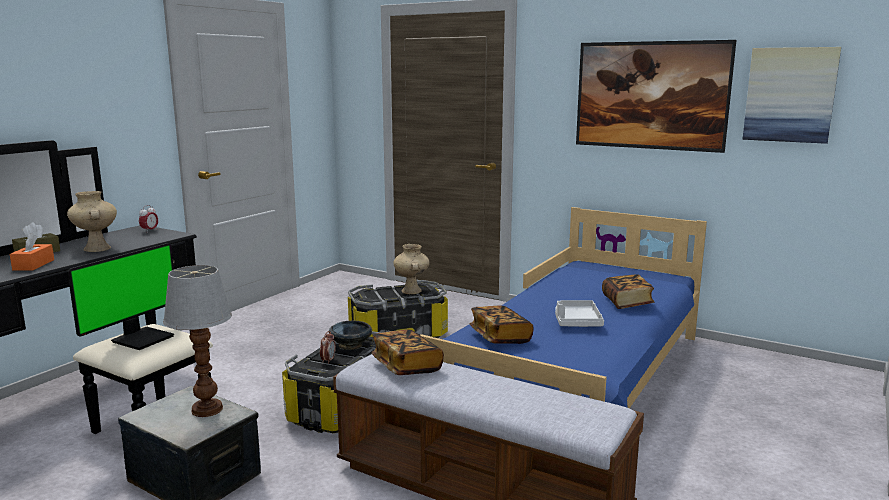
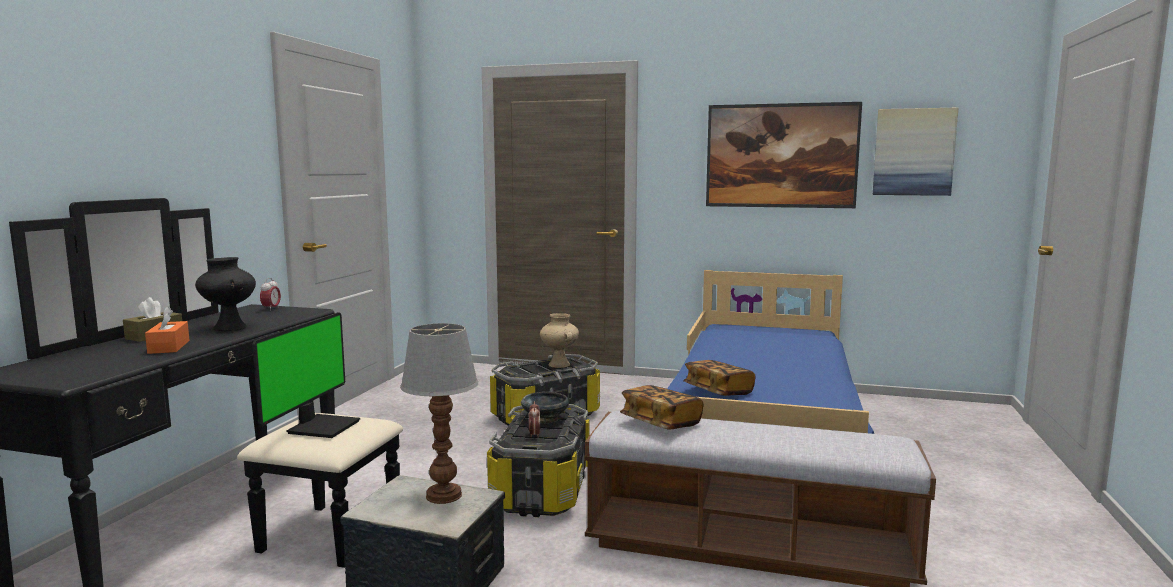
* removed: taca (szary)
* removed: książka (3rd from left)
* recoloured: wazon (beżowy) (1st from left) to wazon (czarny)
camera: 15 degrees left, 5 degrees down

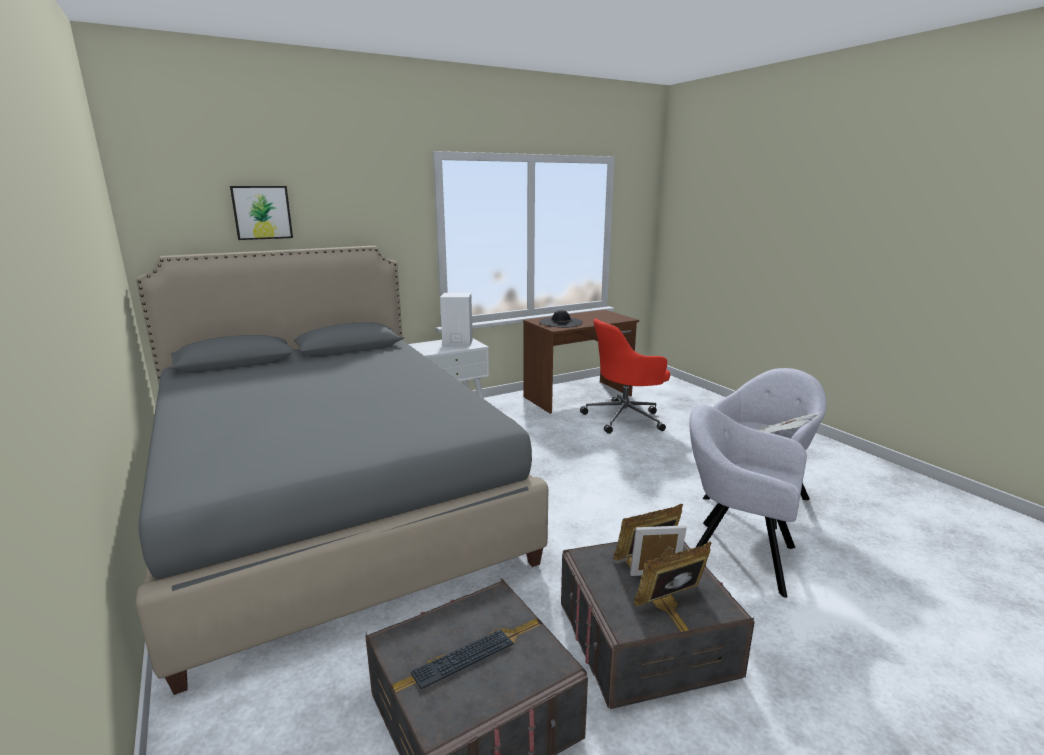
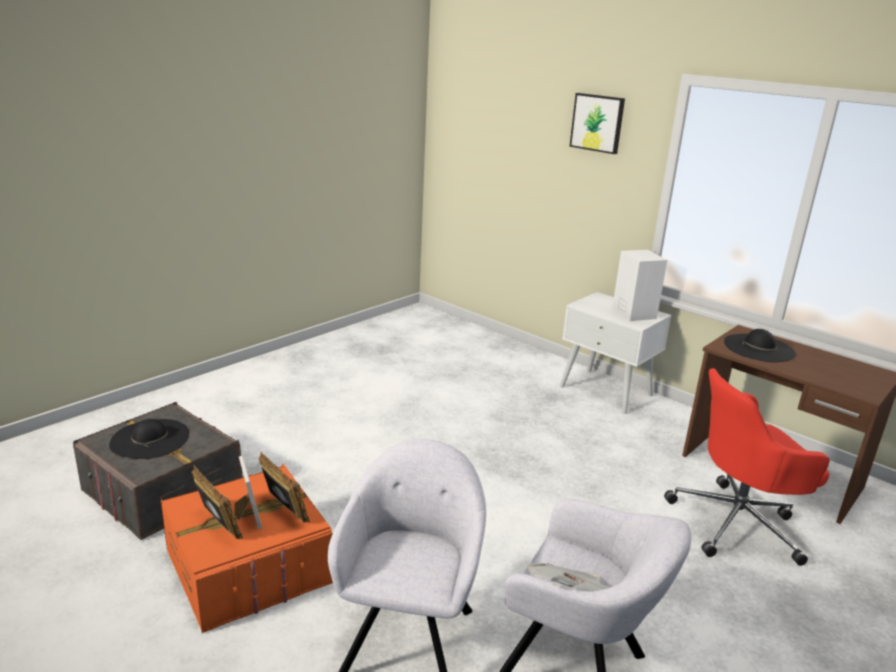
* removed: łóżko (szary)
* moved: obraz
* replaced: klawiatura to kapelusz (czarny) (1st from left)
* recoloured: pojemnik do przechowywania (szary) (2nd from left) to pojemnik do przechowywania (pomarańczowy)
* turned: krzesło biurowe (czerwony) 60 degrees counterclockwise
camera: 70 degrees right, 5 degrees up

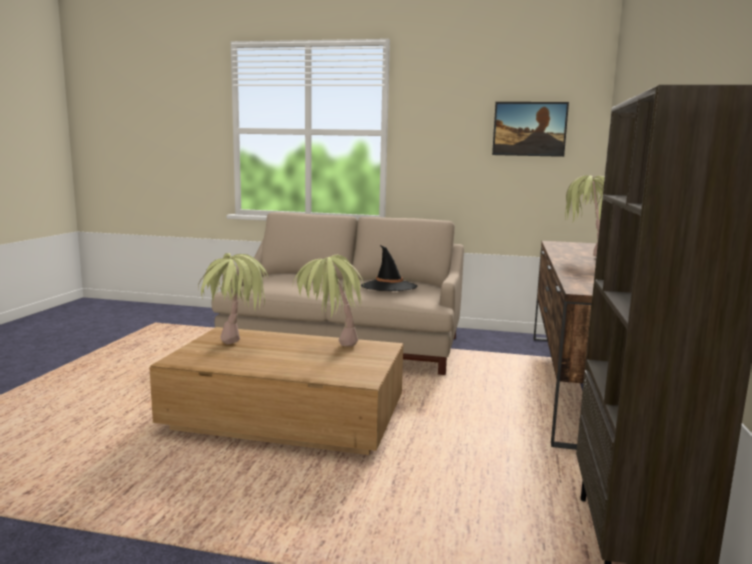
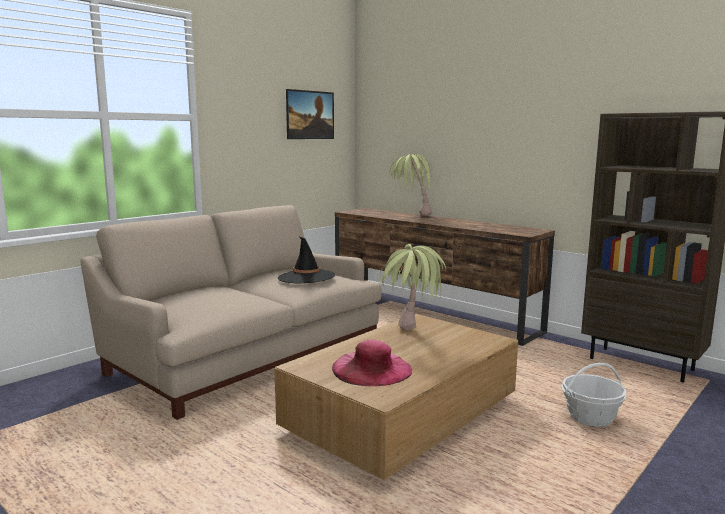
* added: koszyk
* replaced: roślina doniczkowa (1st from left) to kapelusz (różowy)
camera: 60 degrees left, 0 degrees up

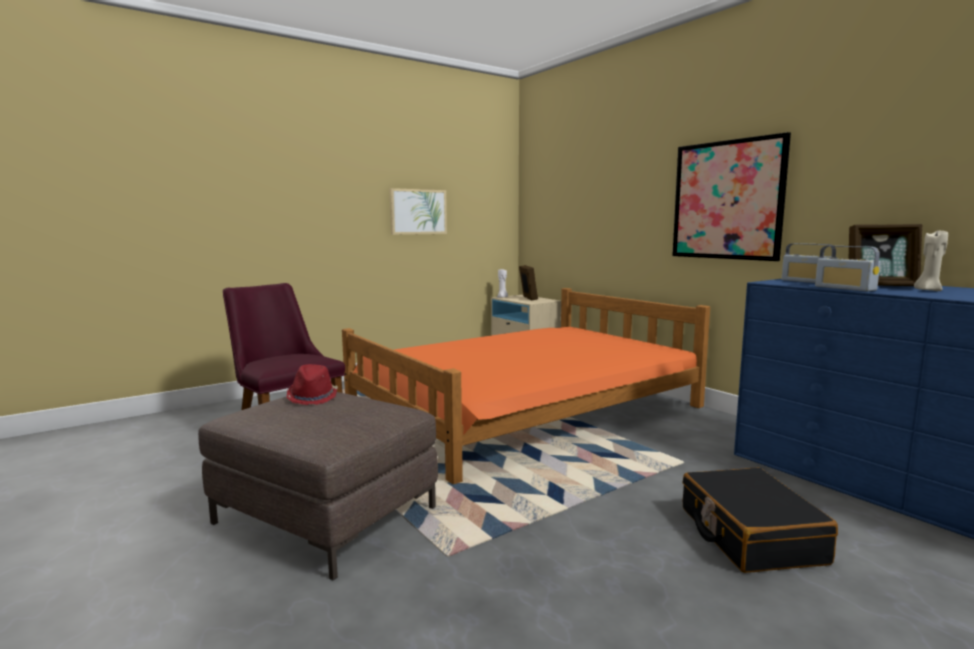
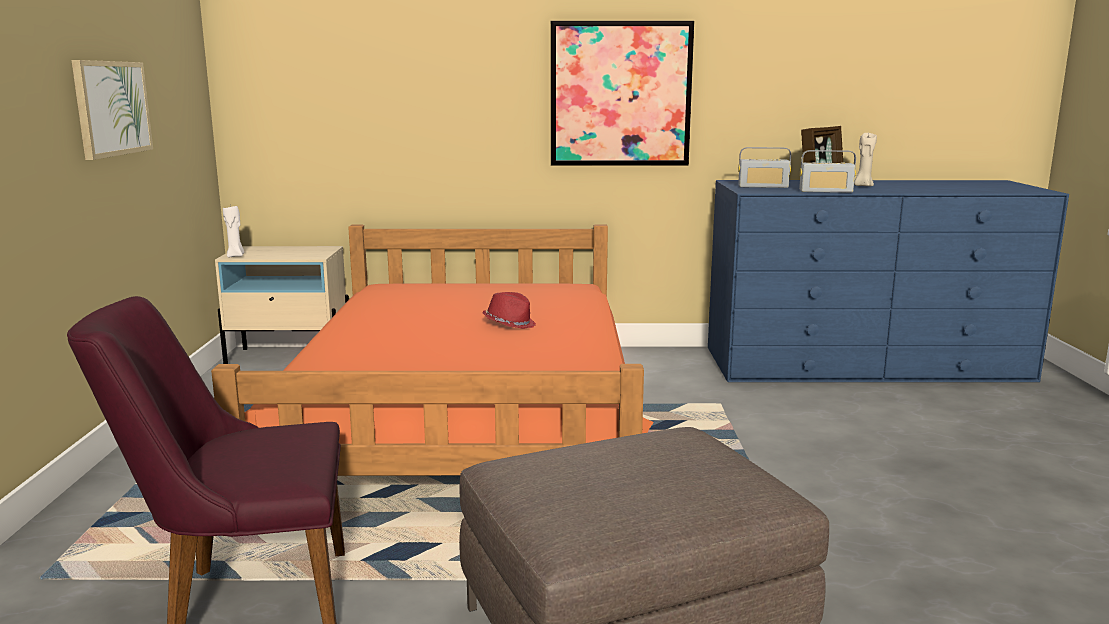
* removed: ramka na zdjęcie (1st from left)
* removed: walizka (czarny)
* moved: kapelusz (czerwony)
camera: 55 degrees left, 5 degrees up

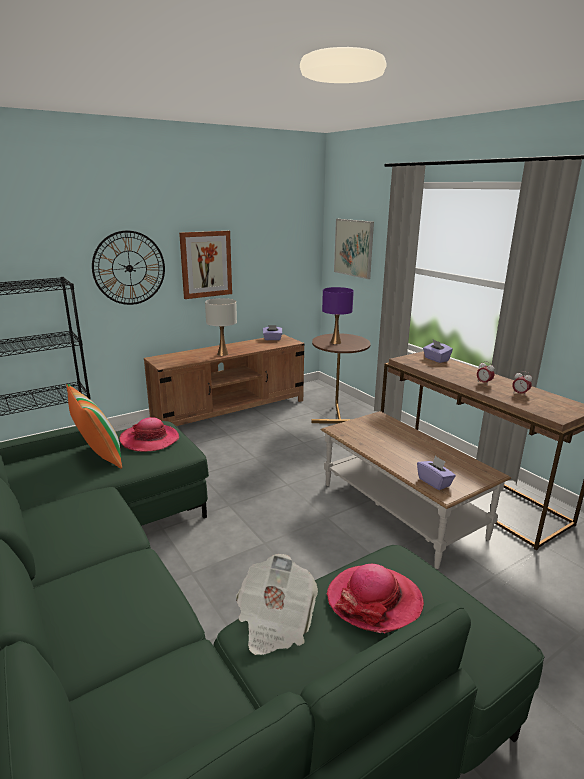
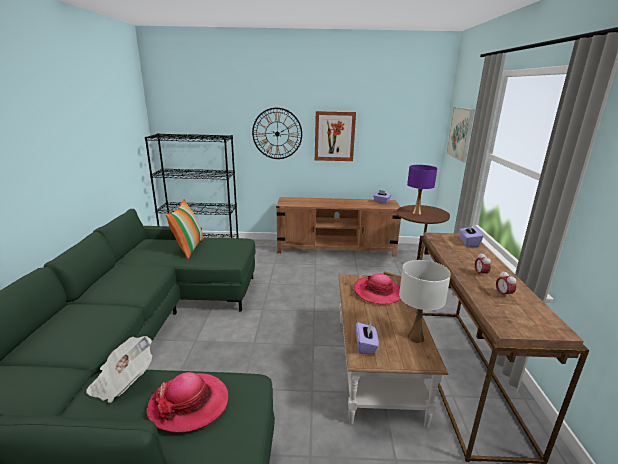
* moved: kapelusz (1st from left in the first image) to kapelusz (2nd from left)
* moved: lampa stołowa (biały)
camera: 35 degrees right, 0 degrees up

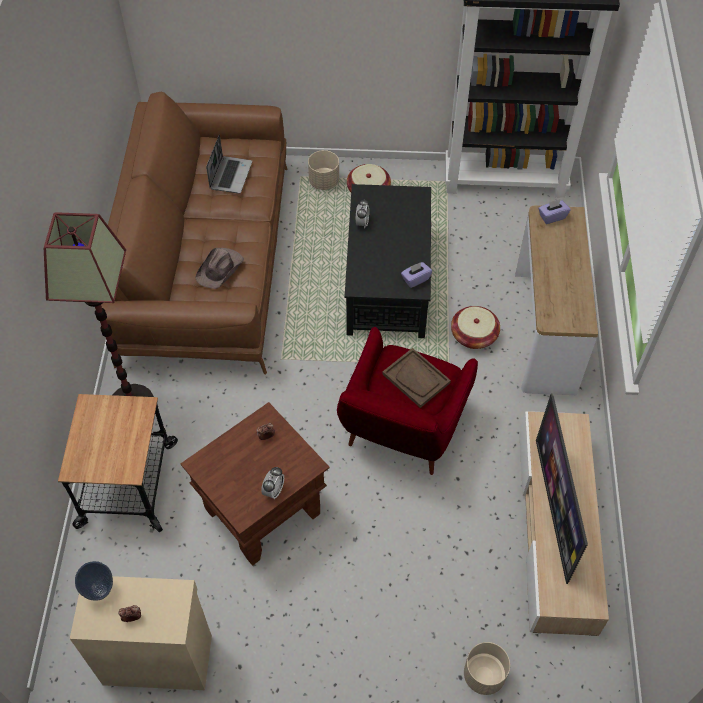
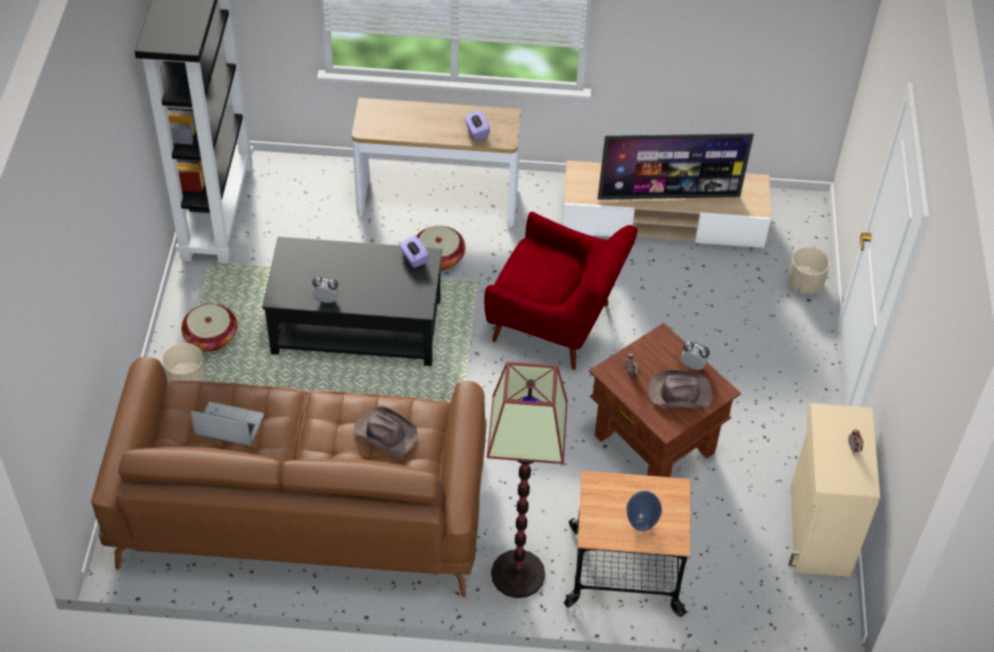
* removed: taca (brązowy)
* added: kapelusz (brązowy) (2nd from left)
* moved: wazon
* moved: pudełko chusteczek (fioletowy) (2nd from left)
camera: 90 degrees left, 5 degrees down

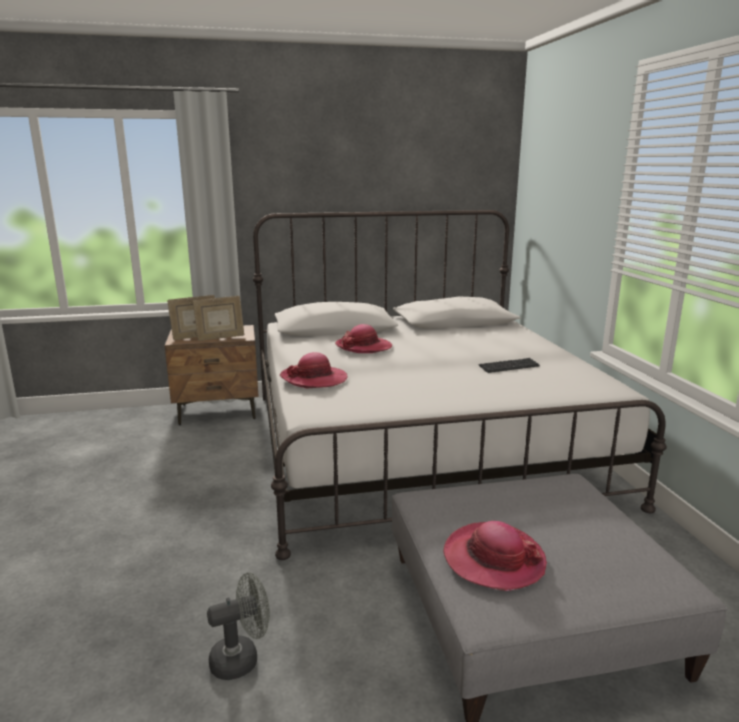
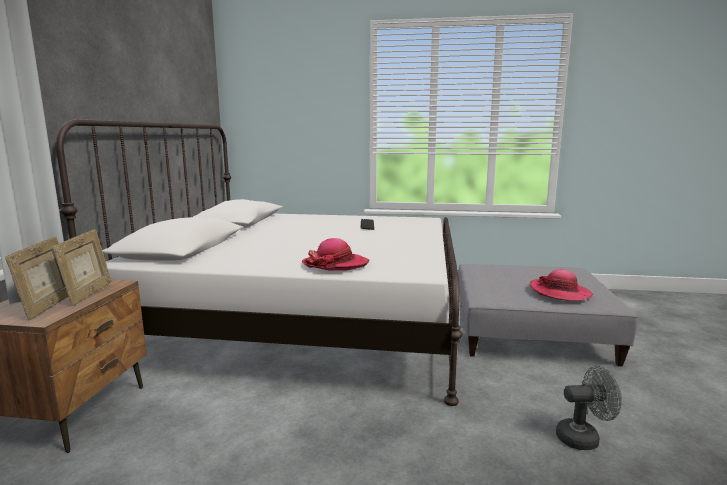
* removed: kapelusz (2nd from left)
* turned: wentylator (szary) 90 degrees clockwise
camera: 70 degrees left, 5 degrees down

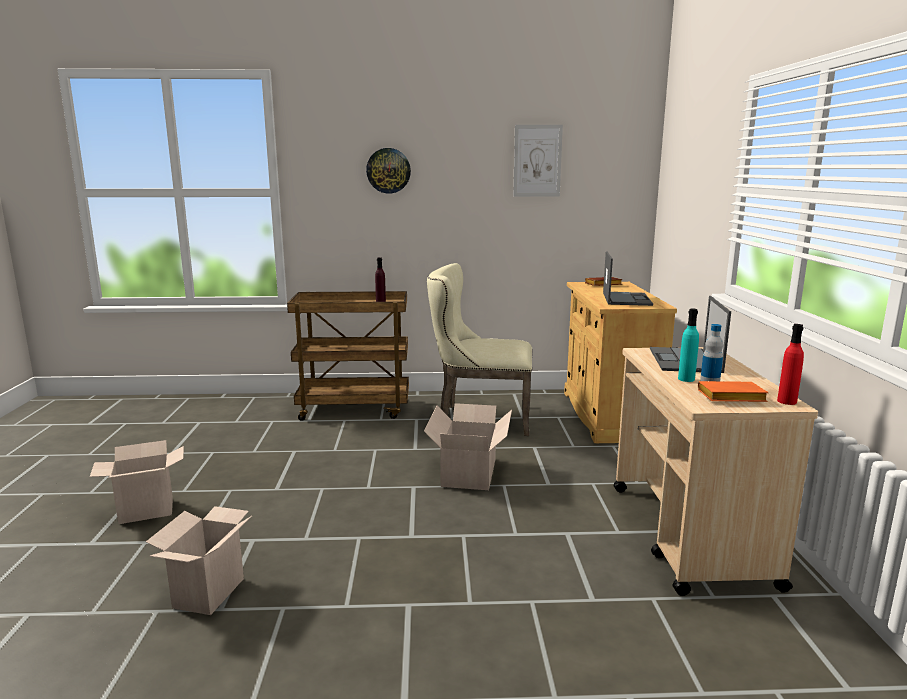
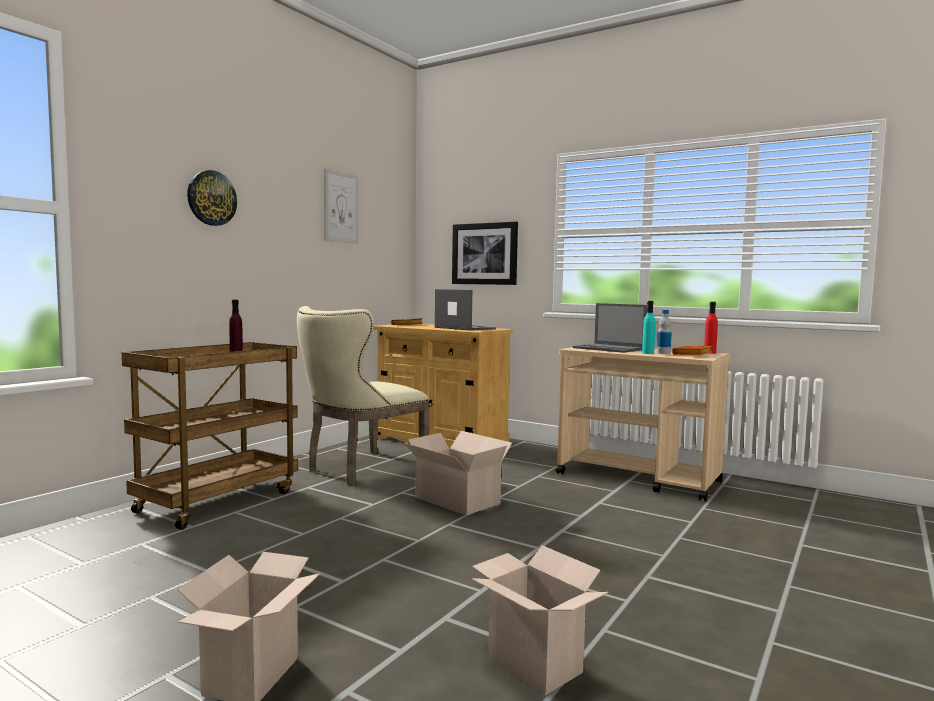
* added: obraz (2nd from left)
camera: 55 degrees left, 10 degrees down

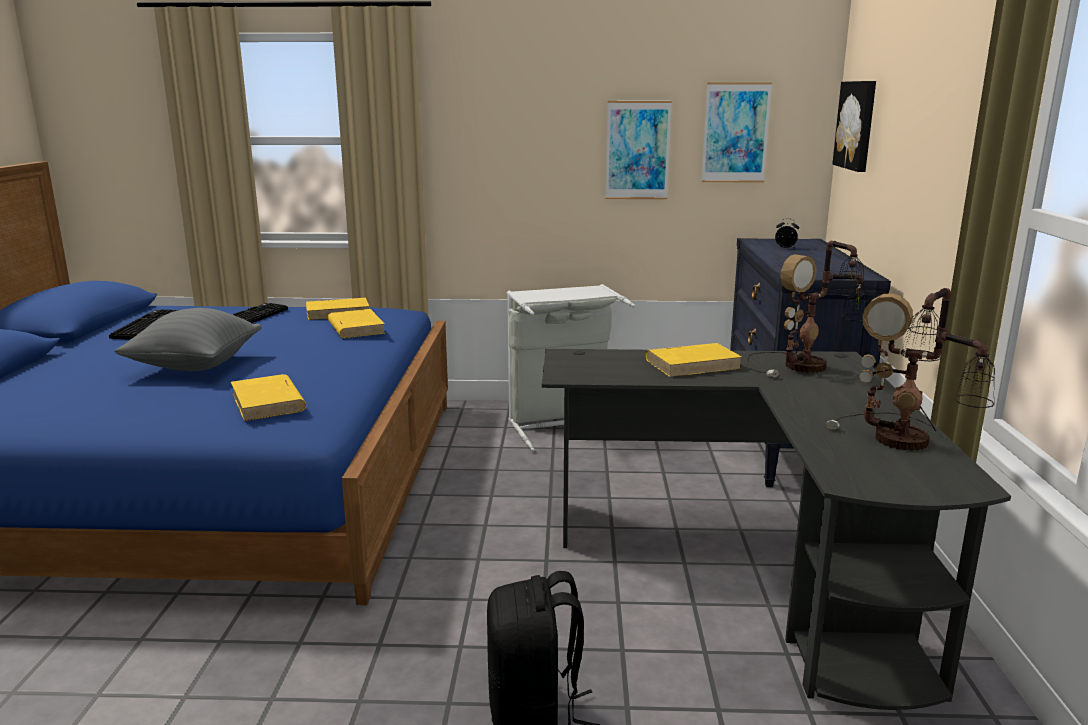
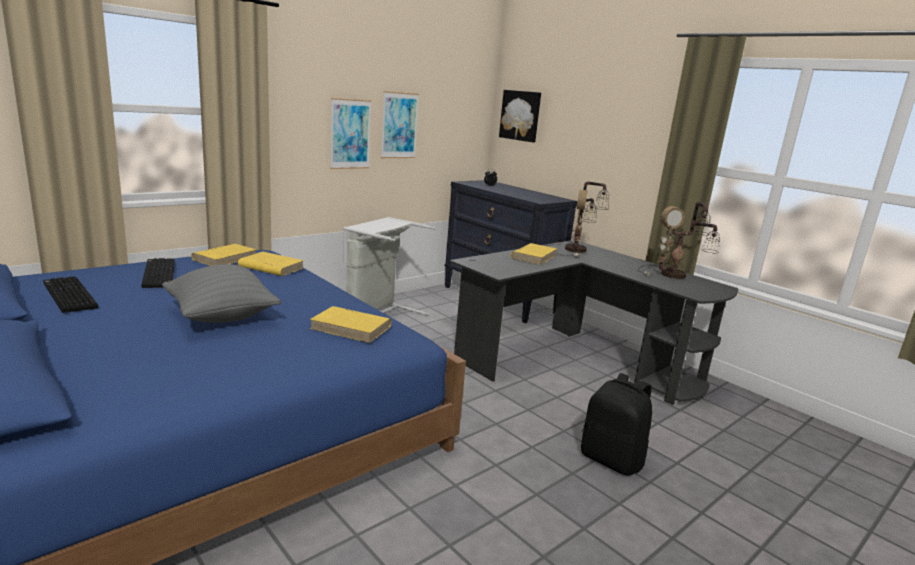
* moved: obraz (2nd from left in the first image) to obraz (1st from left)
camera: 45 degrees left, 0 degrees up

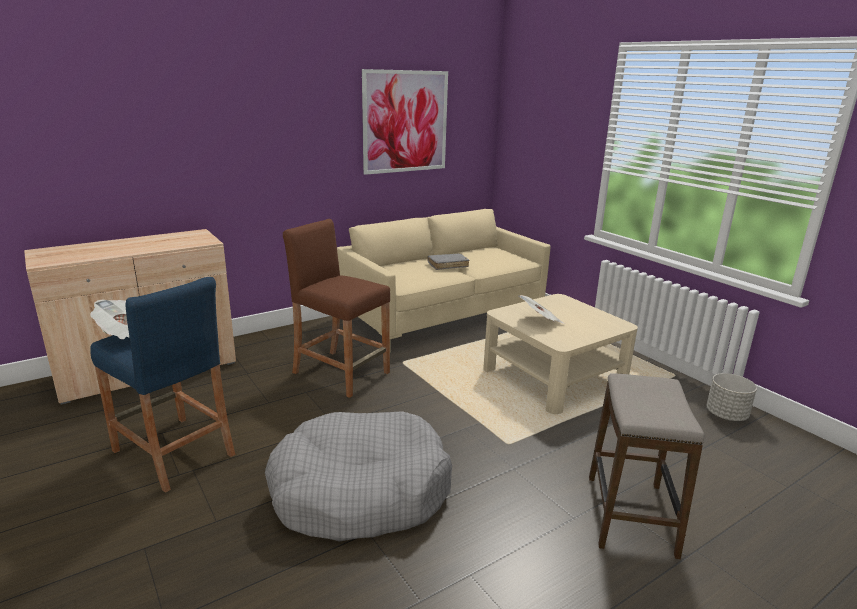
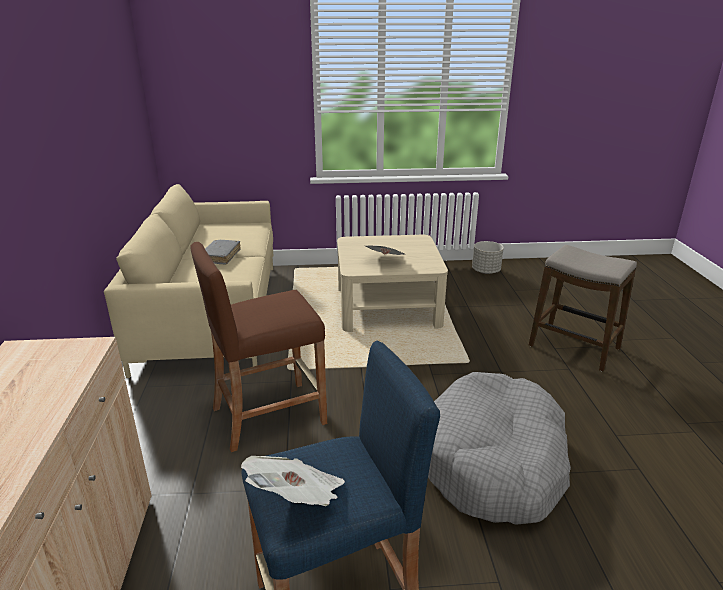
* removed: obraz
camera: 60 degrees left, 5 degrees up

